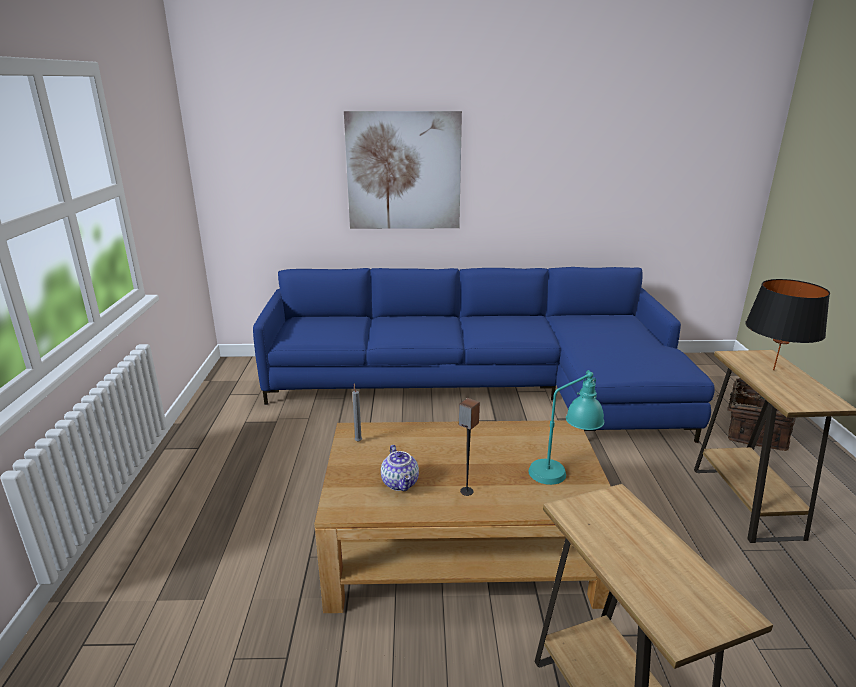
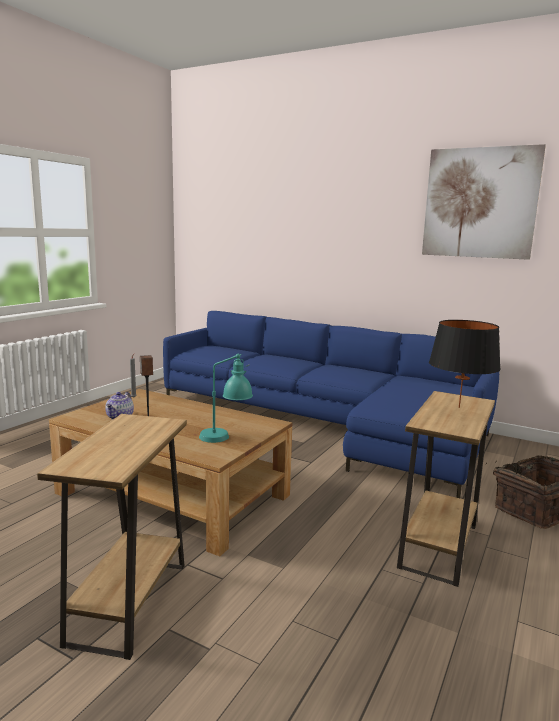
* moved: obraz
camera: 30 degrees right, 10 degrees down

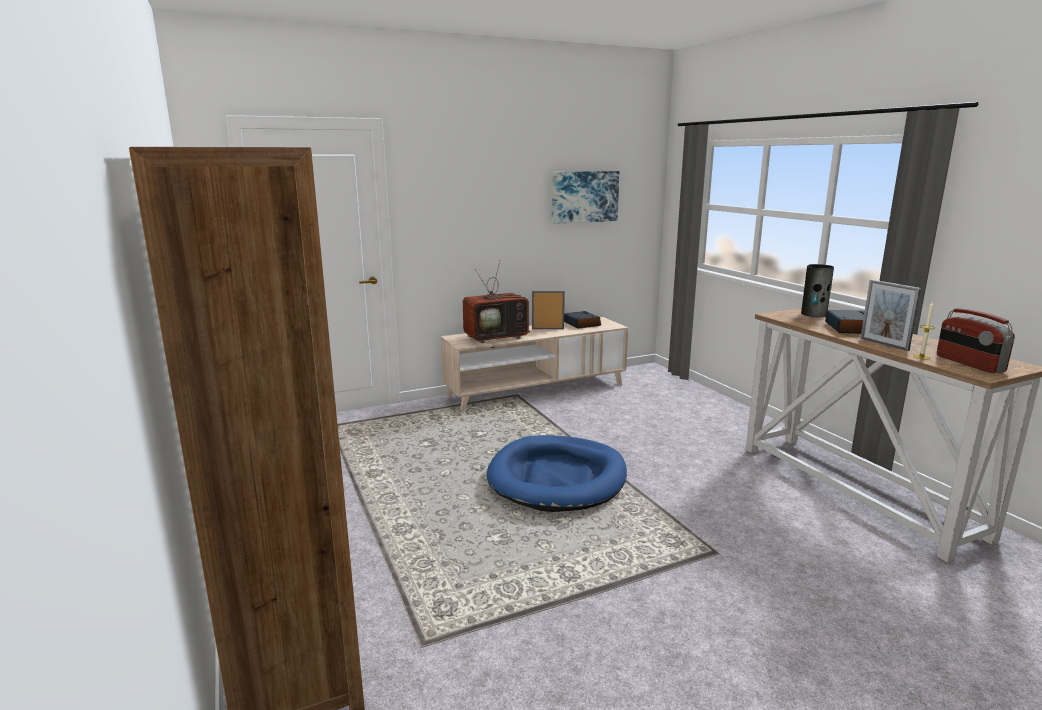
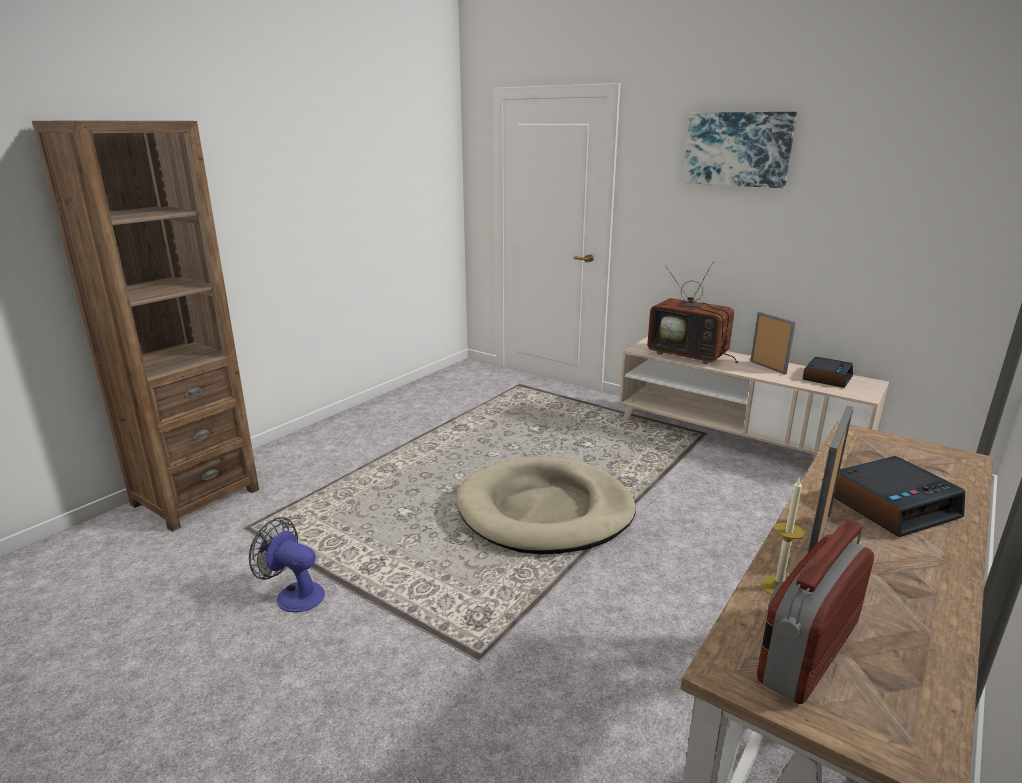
* removed: wazon
* added: wentylator
* moved: obraz
* recoloured: legowisko (niebieski) to legowisko (beżowy)
camera: 60 degrees right, 5 degrees up

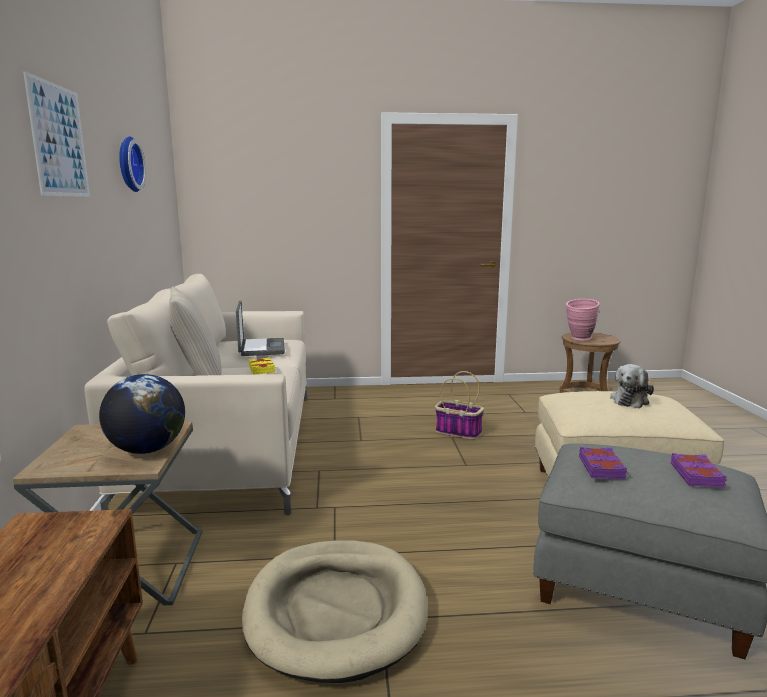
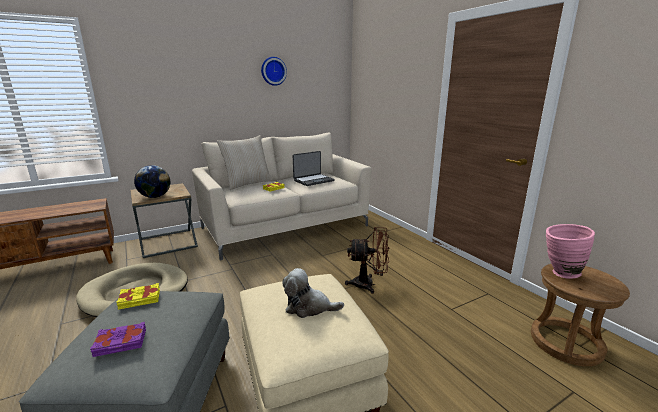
* removed: obraz
* replaced: koszyk to wentylator (brązowy)
* recoloured: książka (fioletowy) (1st from left) to książka (żółty) (1st from left)
camera: 65 degrees right, 5 degrees up

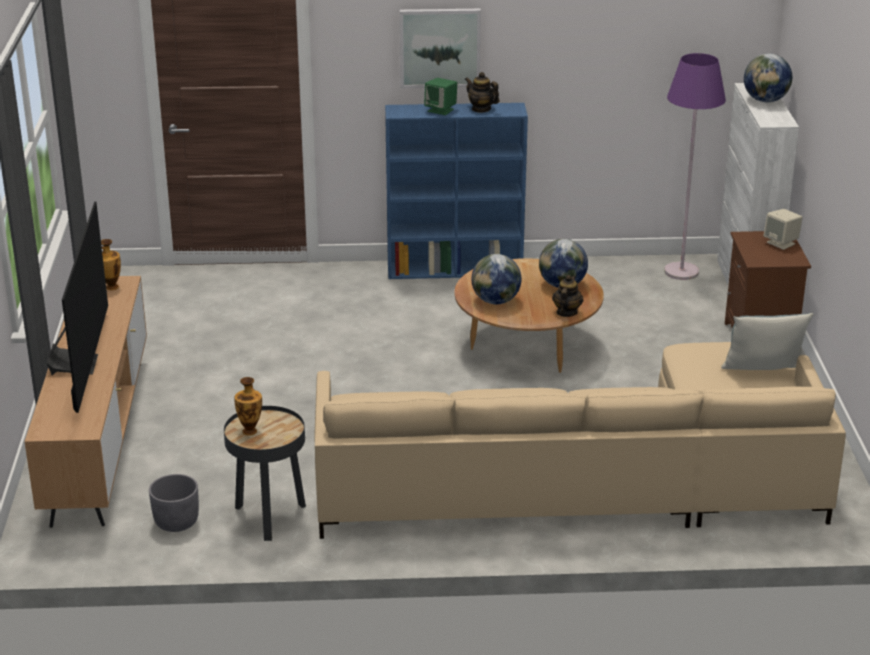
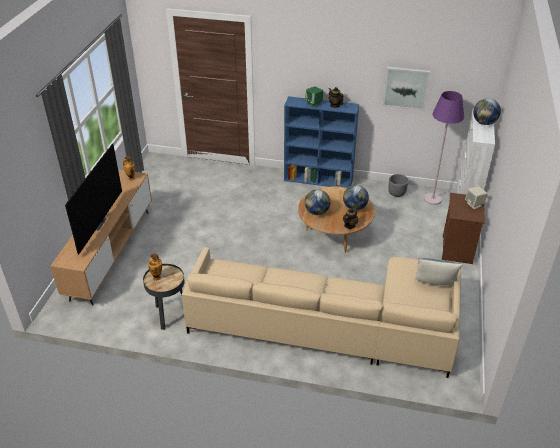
* moved: donica (szary)
* moved: obraz
camera: 15 degrees right, 10 degrees up

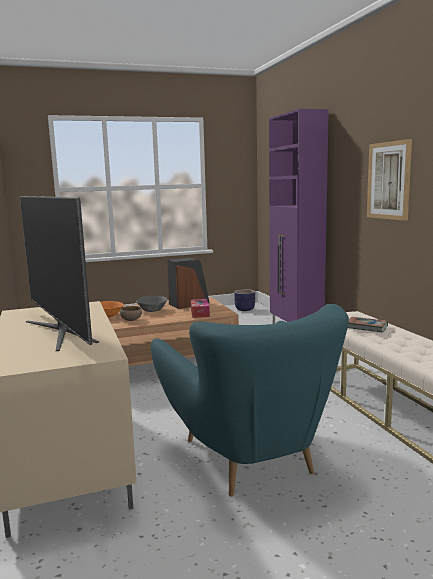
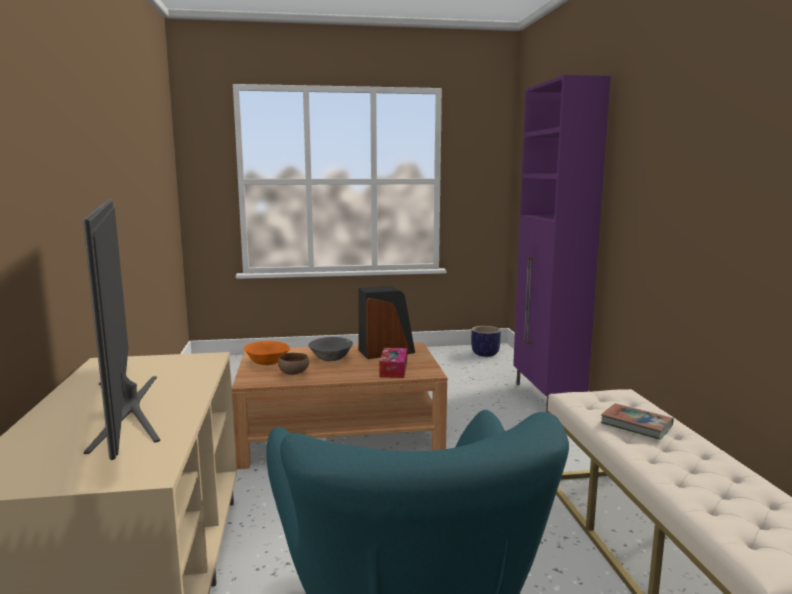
* removed: obraz
camera: 10 degrees right, 0 degrees up

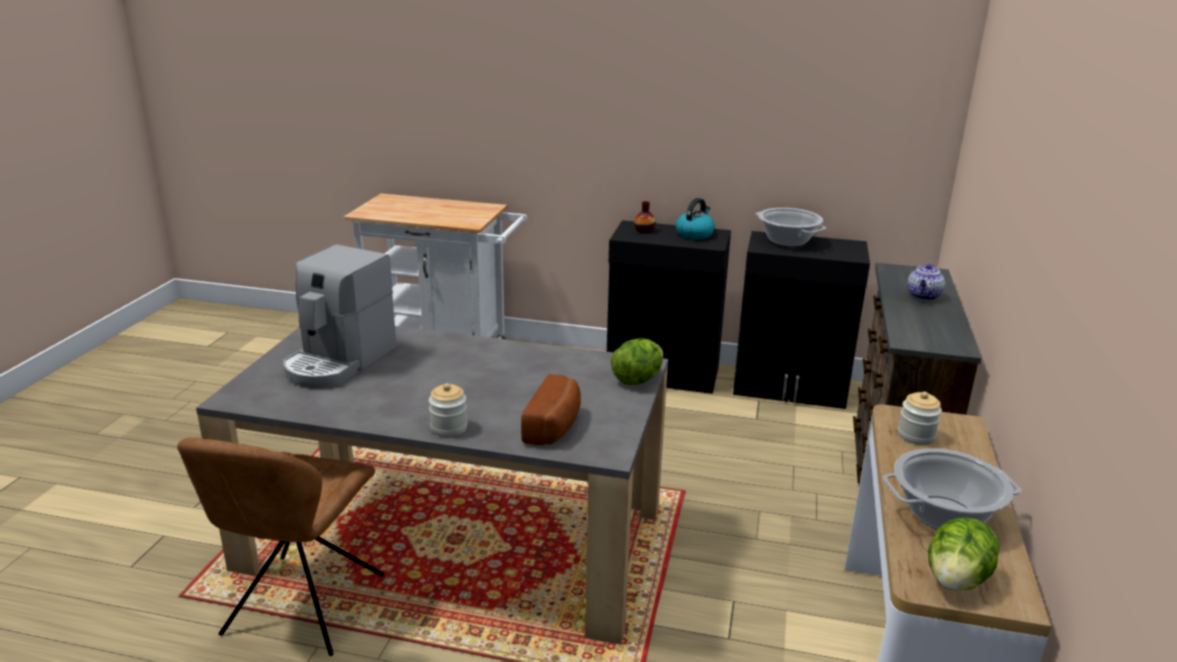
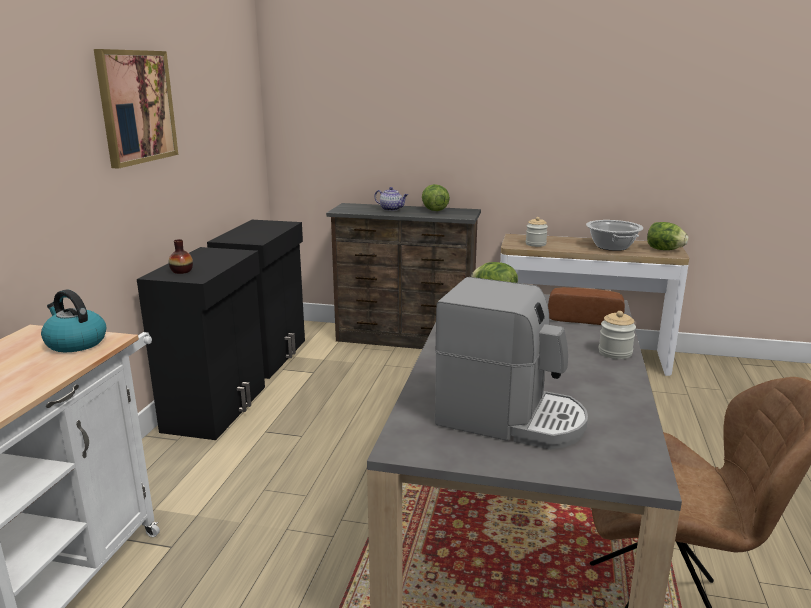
* removed: garnek (1st from left)
* added: obraz
* added: sałata (1st from left)
* moved: czajnik
camera: 90 degrees left, 5 degrees down

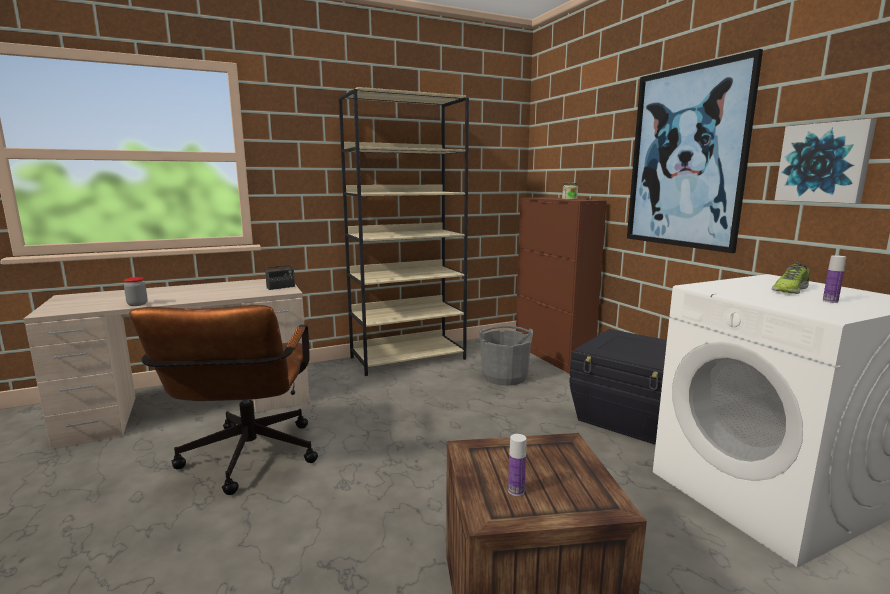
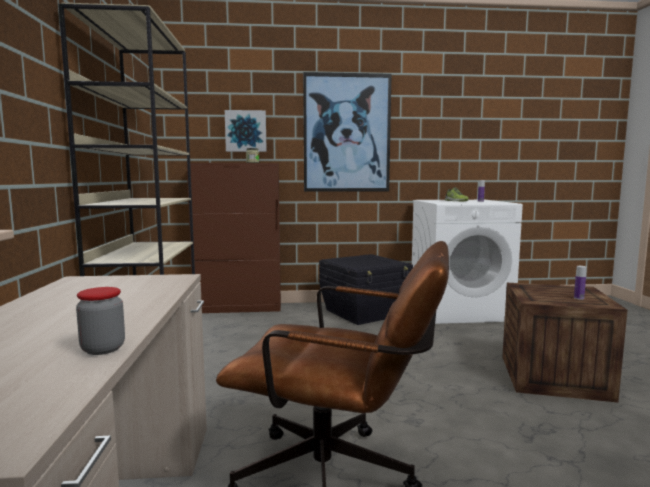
* removed: radio
* removed: wiadro (szary)
* moved: obraz (2nd from left in the first image) to obraz (1st from left)
camera: 70 degrees left, 5 degrees down

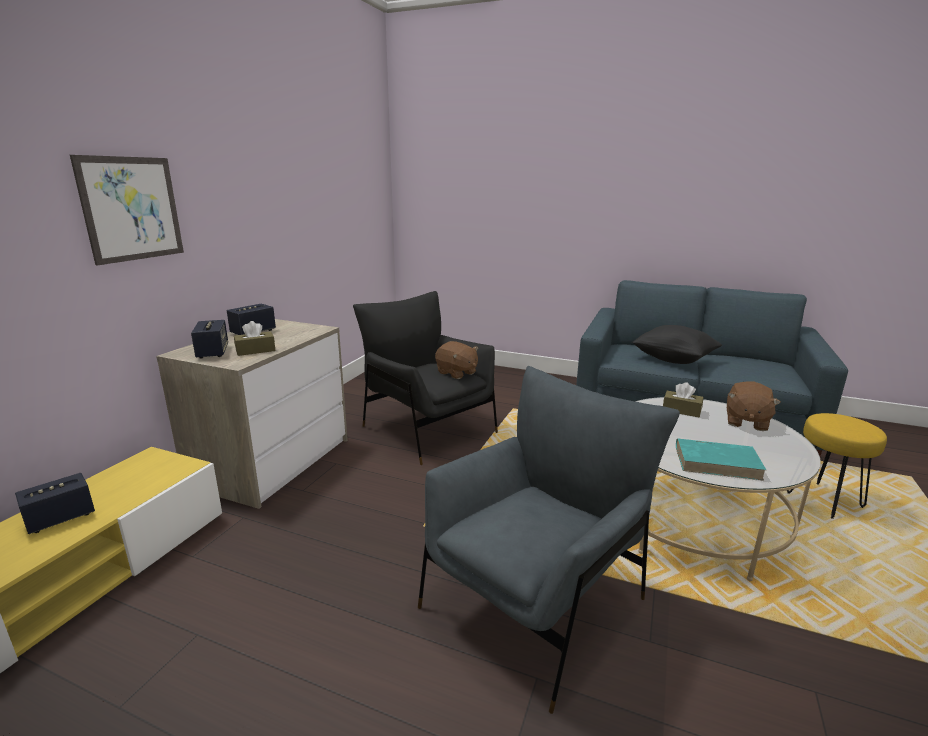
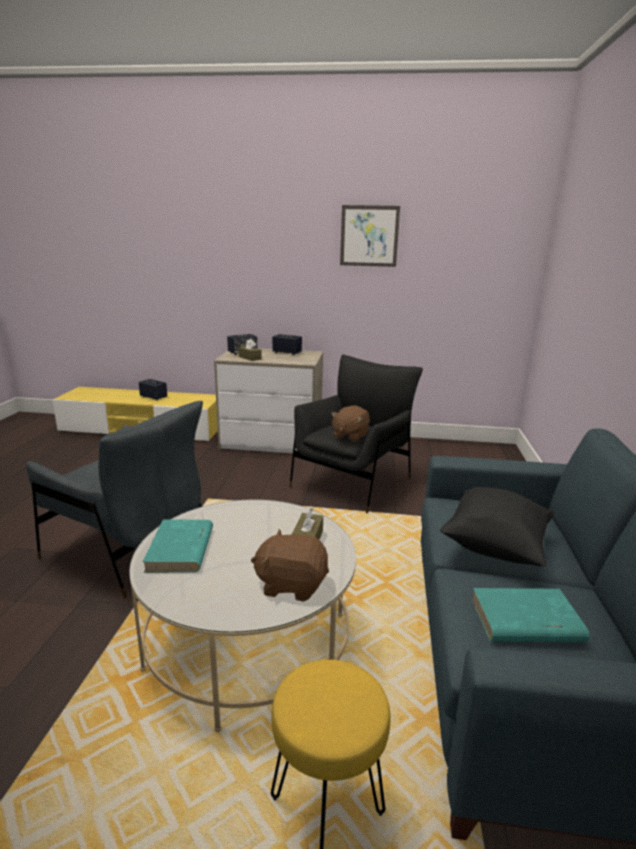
* added: książka (turkusowy) (2nd from left)
* moved: obraz
camera: 75 degrees right, 0 degrees up

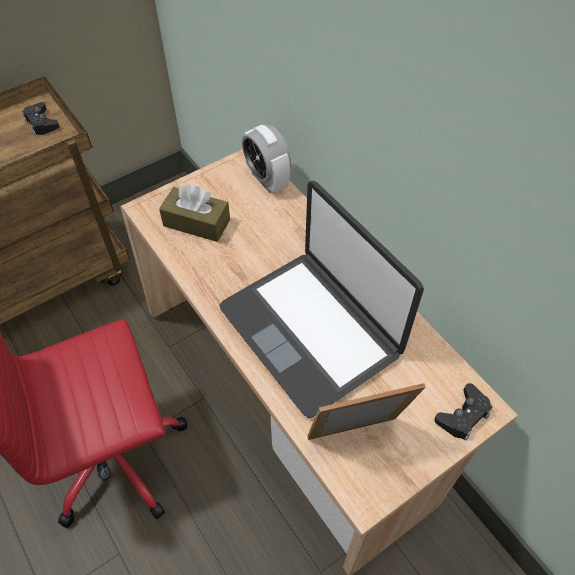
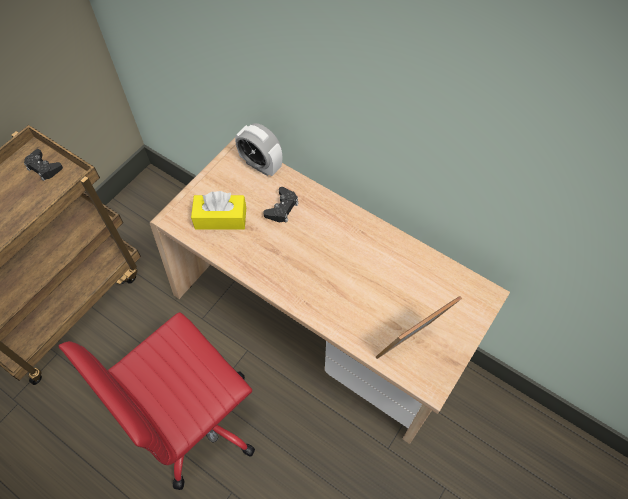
* removed: laptop
* moved: pad do gier (czarny) (2nd from left)
* recoloured: pudełko chusteczek (brązowy) to pudełko chusteczek (żółty)
camera: 20 degrees left, 5 degrees up

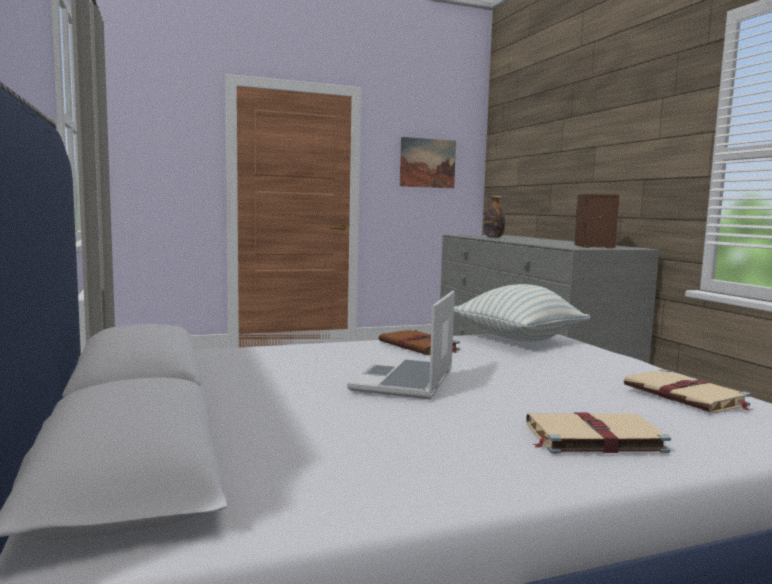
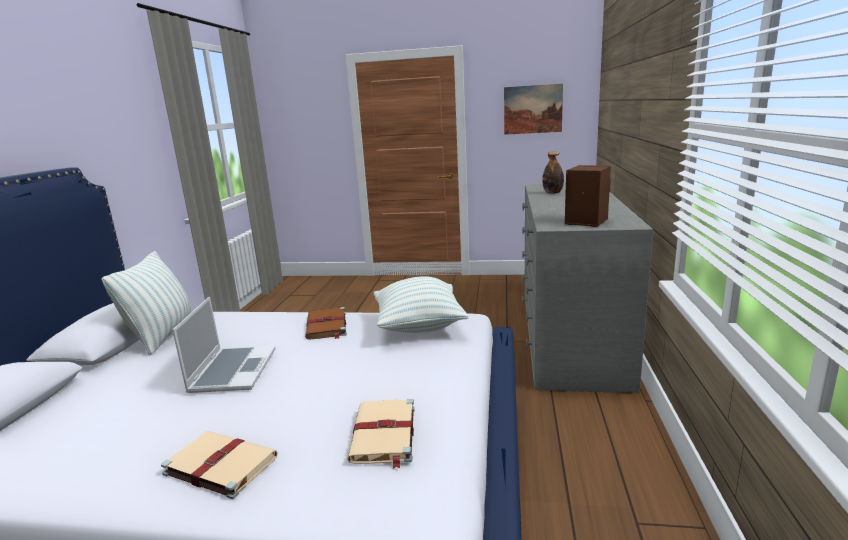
* added: poduszka (1st from left)
* turned: laptop 135 degrees clockwise
camera: 30 degrees right, 10 degrees up

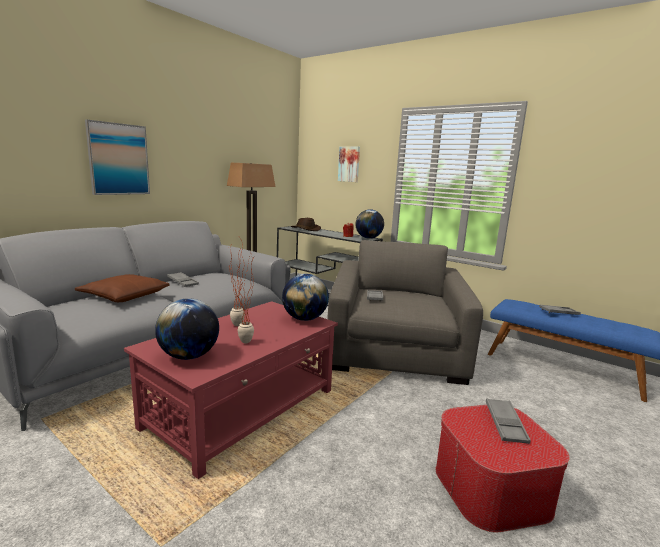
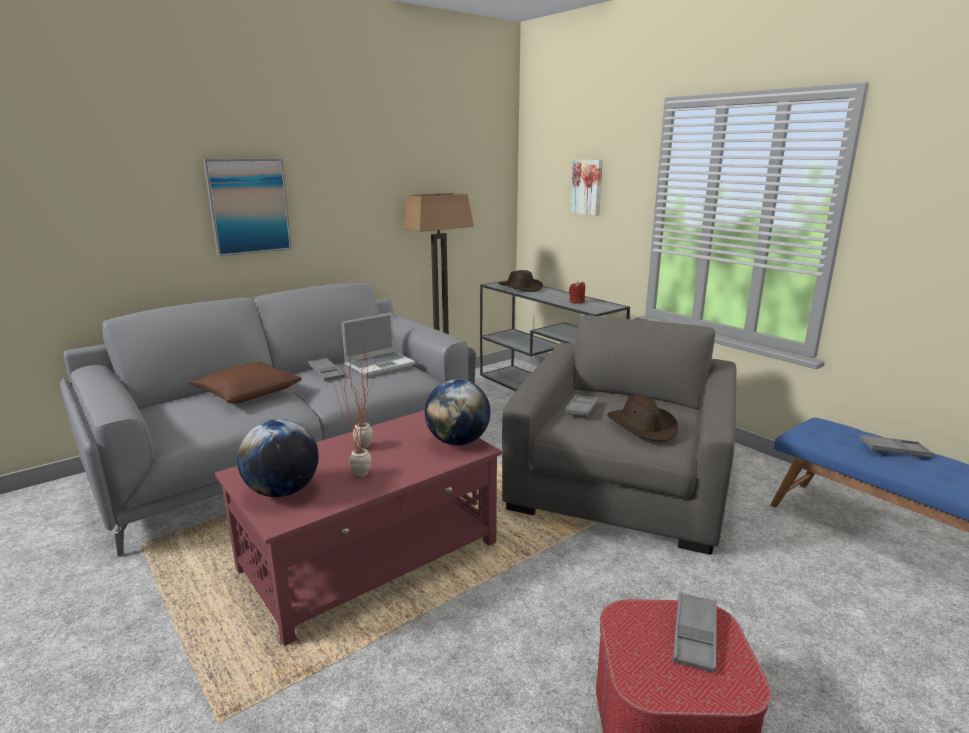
* removed: globus (3rd from left)
* added: laptop
* added: kapelusz (brązowy) (2nd from left)
camera: 15 degrees right, 5 degrees up

